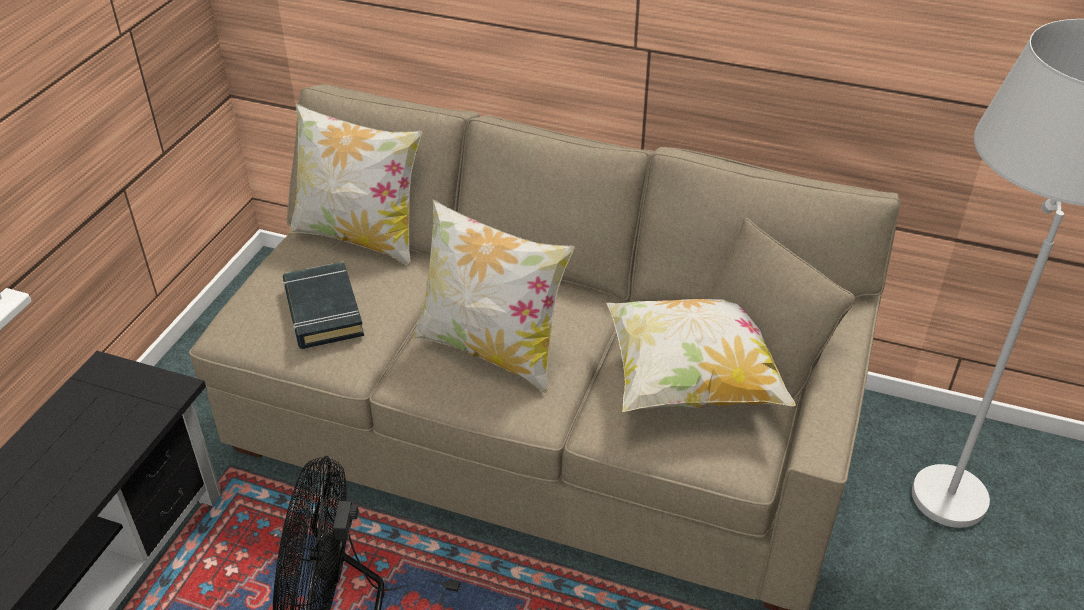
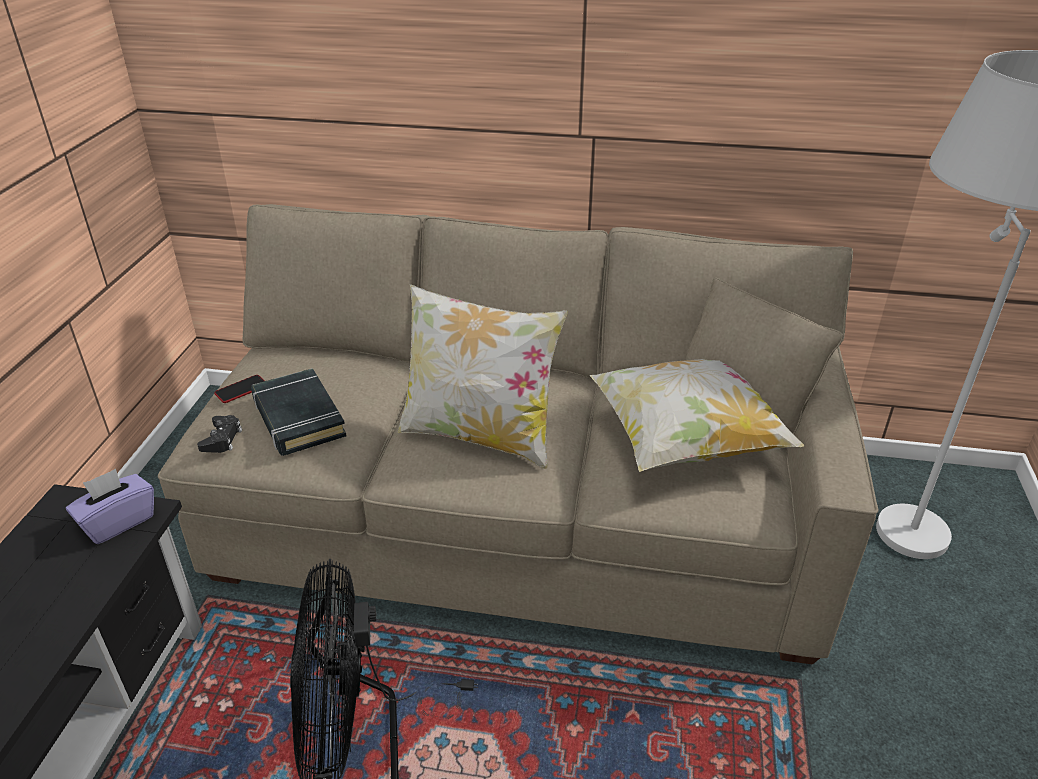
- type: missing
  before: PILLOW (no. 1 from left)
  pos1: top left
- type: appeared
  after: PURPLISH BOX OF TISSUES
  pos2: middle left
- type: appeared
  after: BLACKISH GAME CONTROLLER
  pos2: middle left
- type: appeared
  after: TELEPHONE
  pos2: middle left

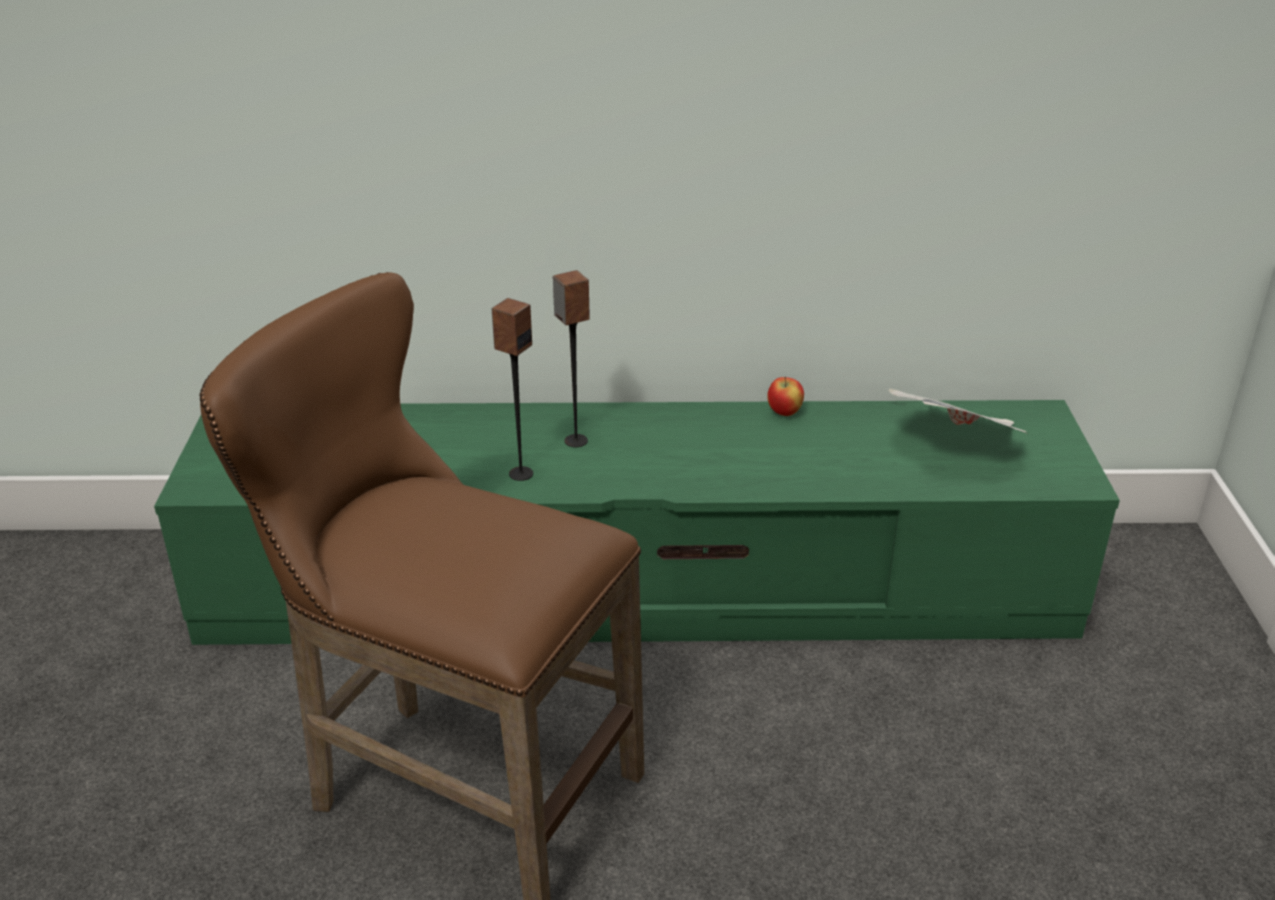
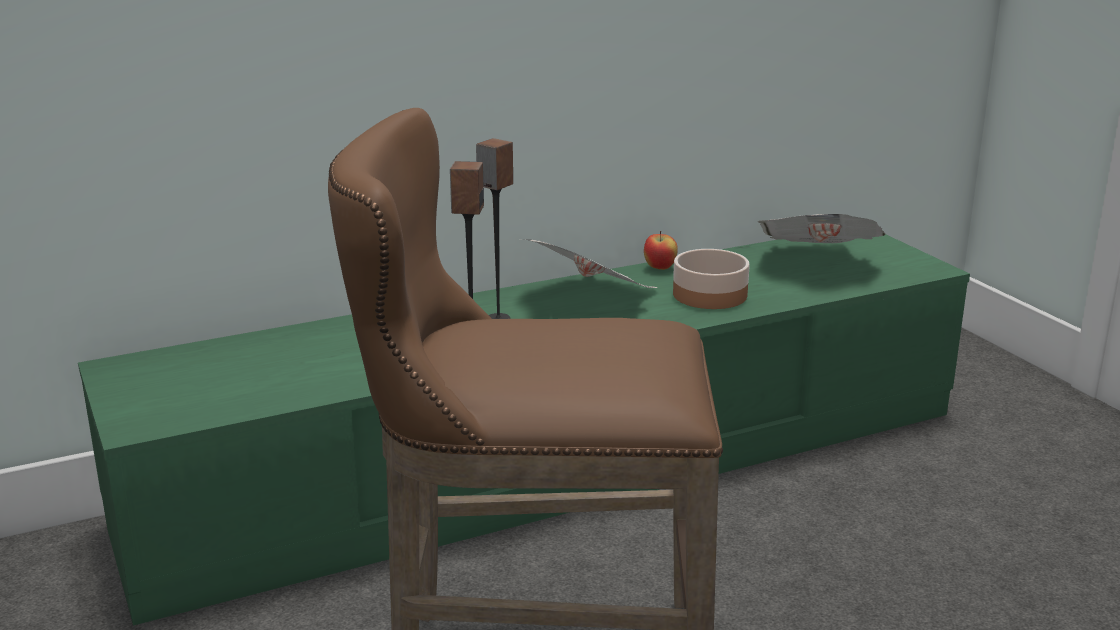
- type: appeared
  after: PRINTED PAPER (no. 1 from left)
  pos2: centre
- type: appeared
  after: SERVING BOWL
  pos2: centre

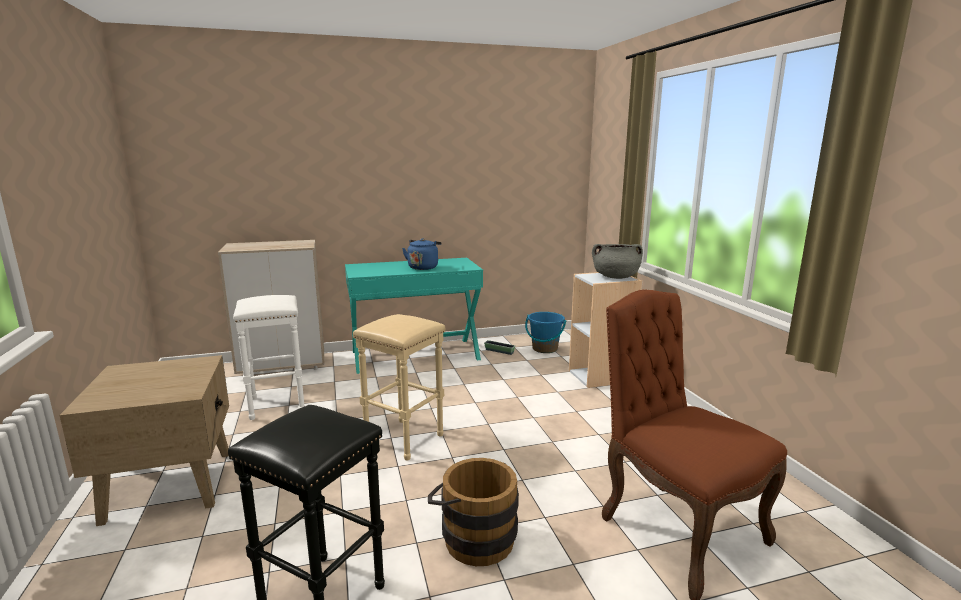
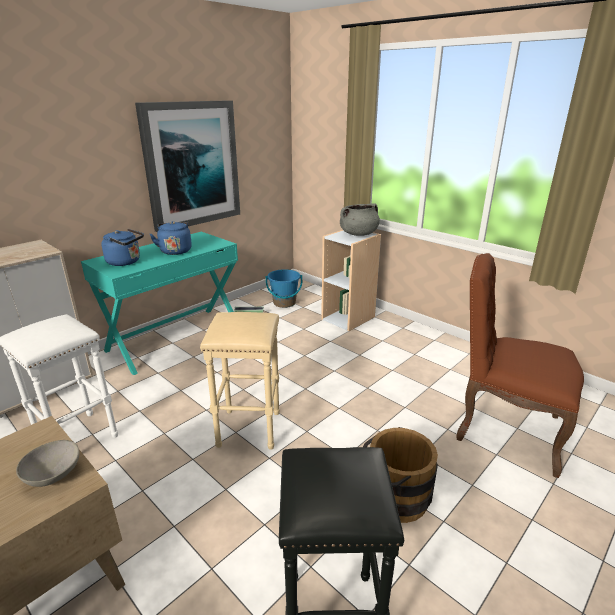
- type: appeared
  after: GREY SERVING BOWL
  pos2: bottom left
- type: appeared
  after: BLUISH TEA KETTLE (no. 1 from left)
  pos2: middle left
- type: appeared
  after: PICTURE
  pos2: top left

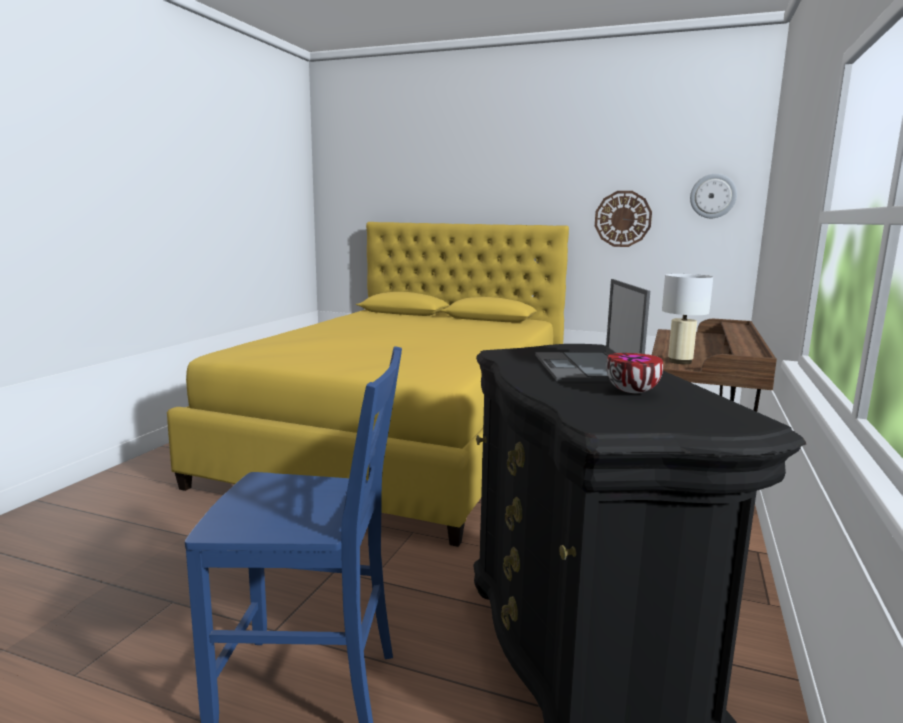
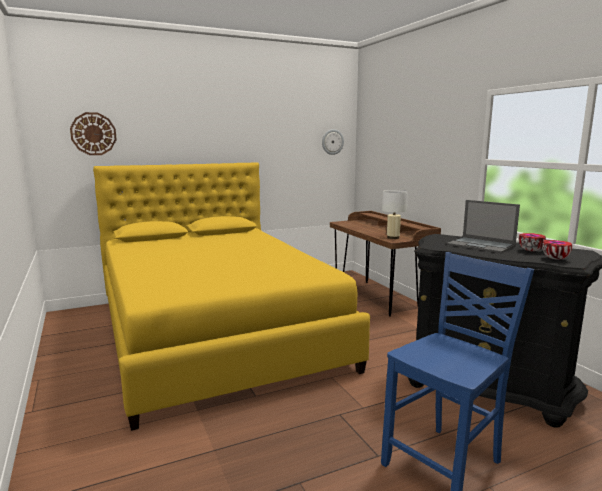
- type: relocated
  before: HANGING CLOCK (no. 1 from left)
  pos1: top right
  pos2: top left
- type: appeared
  after: SERVING BOWL (no. 2 from left)
  pos2: middle right

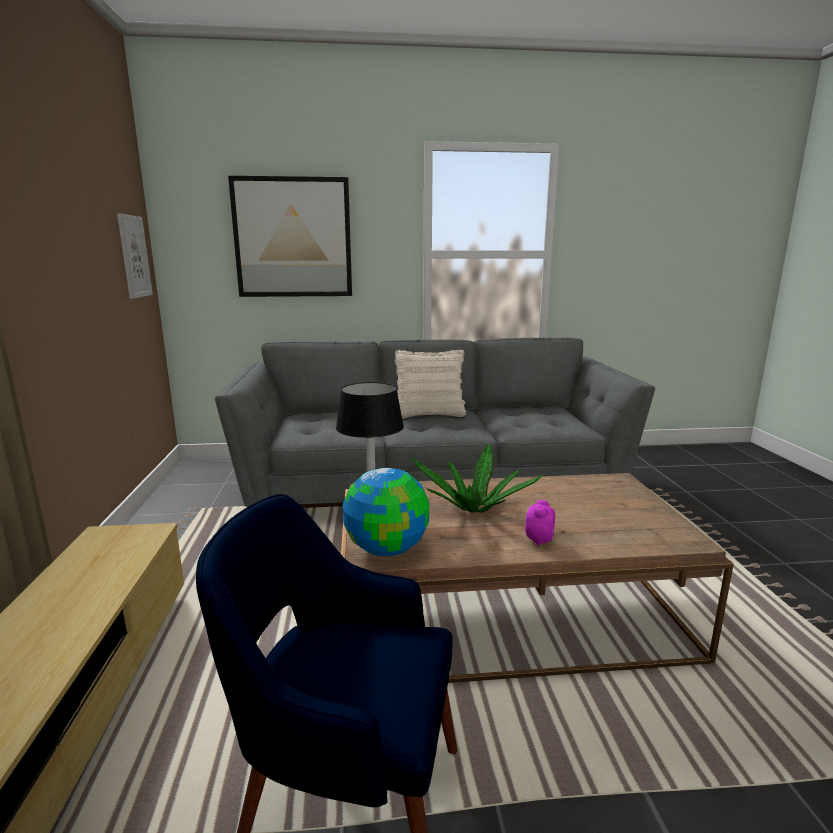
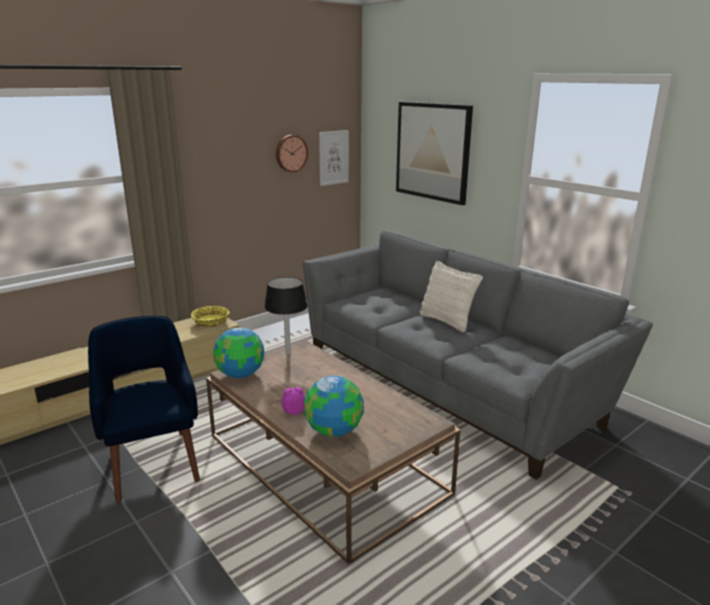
- type: missing
  before: HOUSEPLANT
  pos1: centre
- type: appeared
  after: YELLOWISH SERVING BOWL
  pos2: middle left
- type: appeared
  after: HANGING CLOCK
  pos2: top centre
- type: appeared
  after: WORLD GLOBE (no. 2 from left)
  pos2: bottom centre

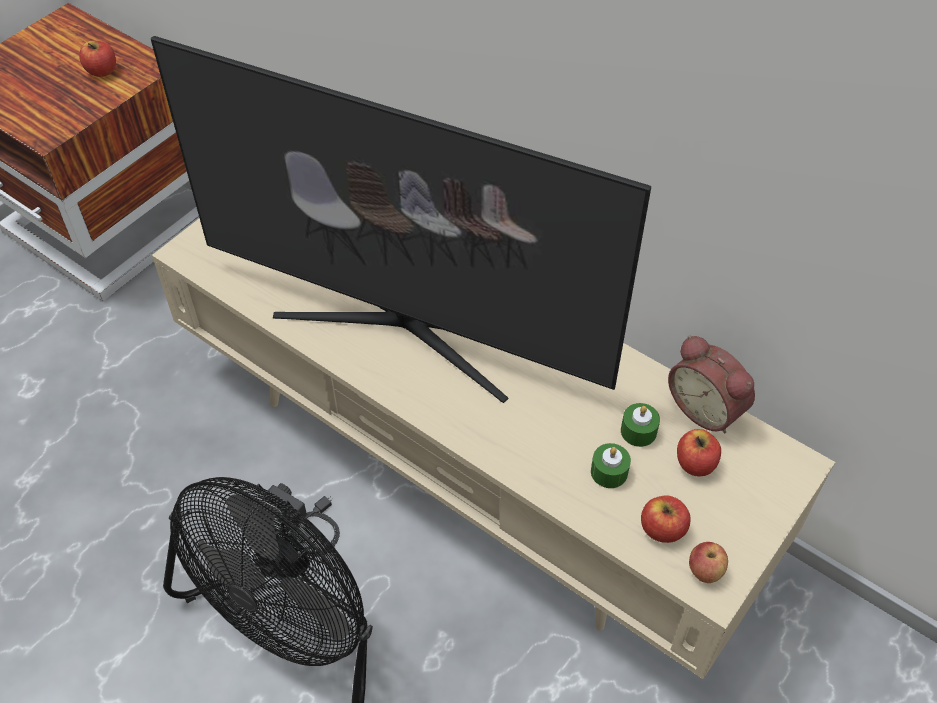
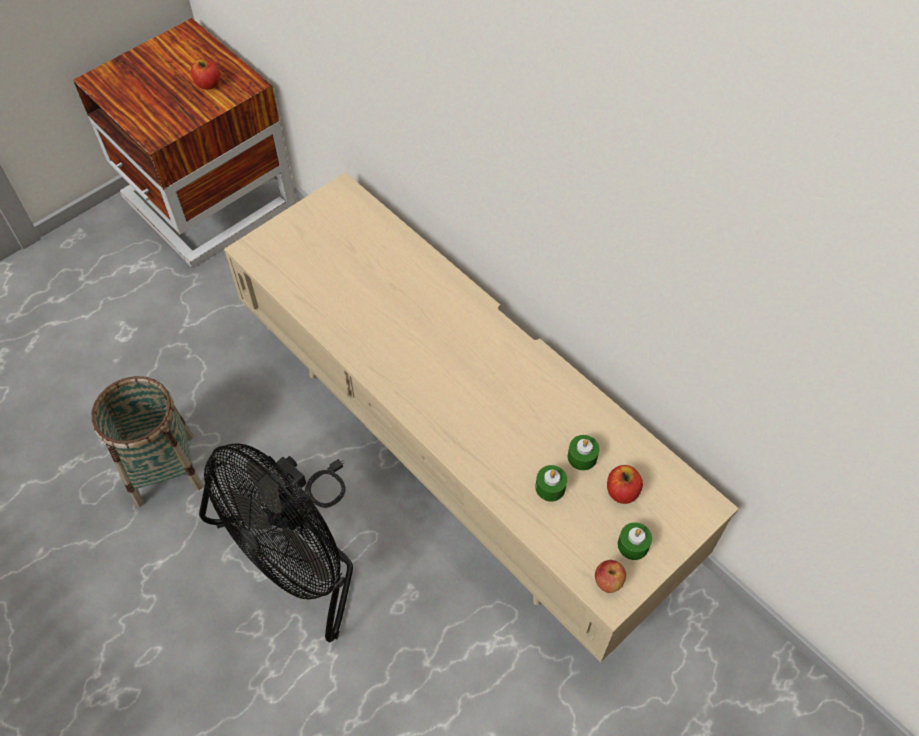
- type: missing
  before: TV
  pos1: top centre
- type: missing
  before: APPLE (no. 2 from left)
  pos1: bottom right
- type: missing
  before: ALARM CLOCK
  pos1: middle right
- type: appeared
  after: HOUSEHOLD BASKET
  pos2: middle left
- type: appeared
  after: GREENISH WAX LIGHT (no. 3 from left)
  pos2: bottom right

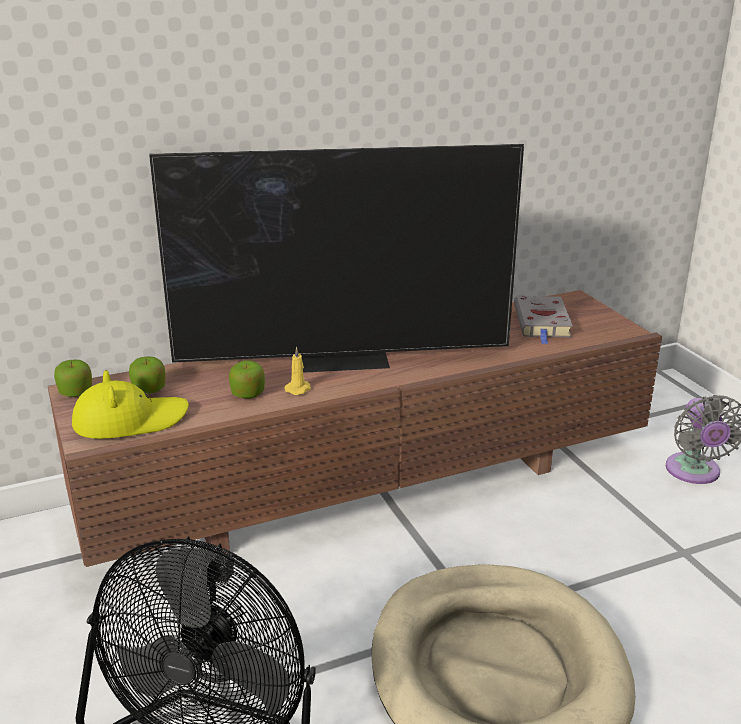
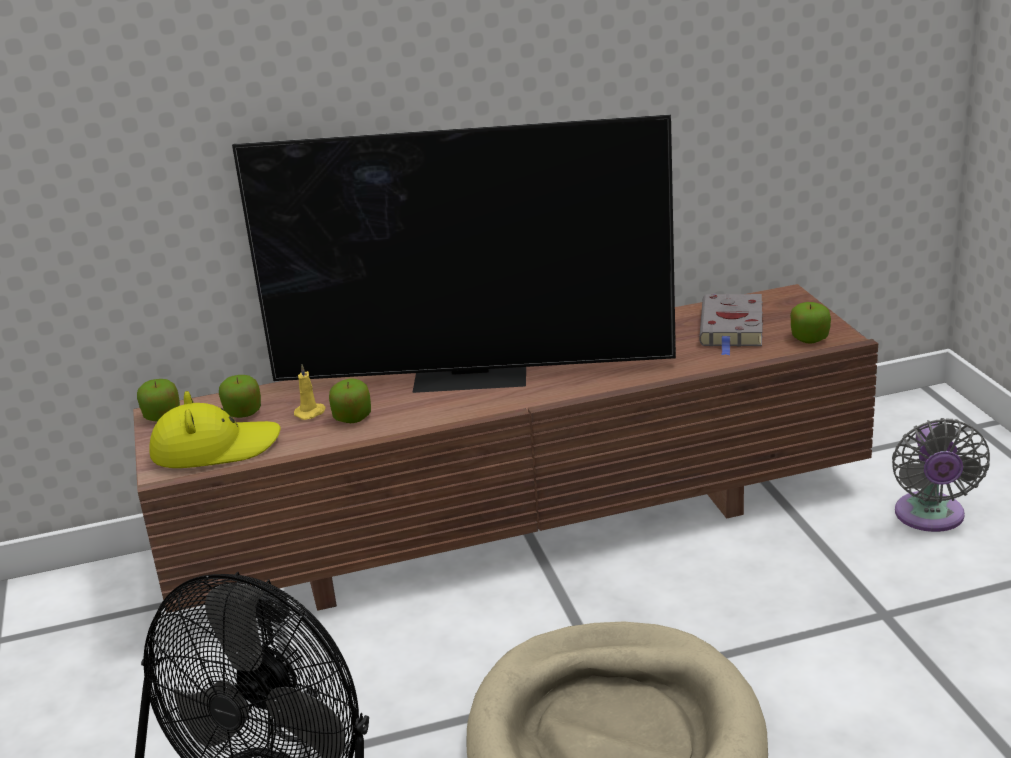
- type: relocated
  before: YELLOWISH WAX LIGHT
  pos1: centre
  pos2: middle left
- type: appeared
  after: APPLE (no. 4 from left)
  pos2: middle right

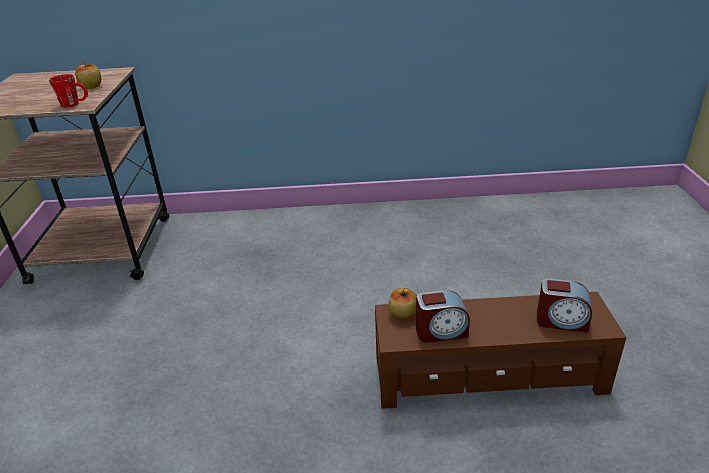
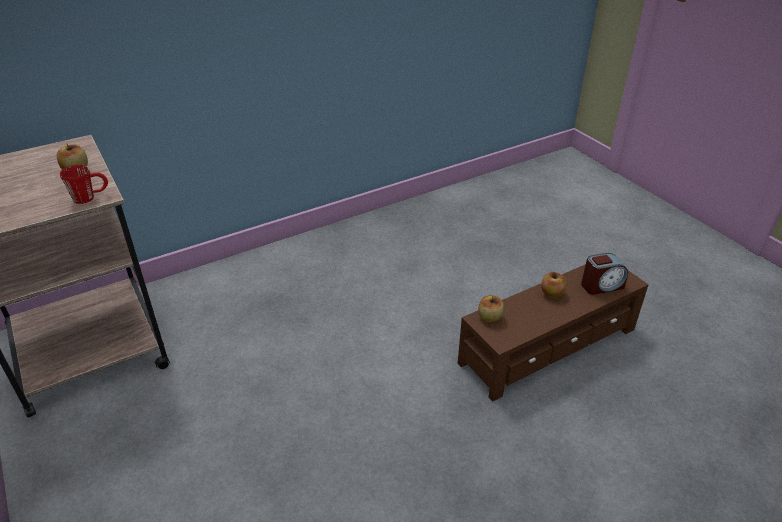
- type: missing
  before: ALARM CLOCK (no. 1 from left)
  pos1: bottom centre
- type: appeared
  after: APPLE (no. 3 from left)
  pos2: middle right

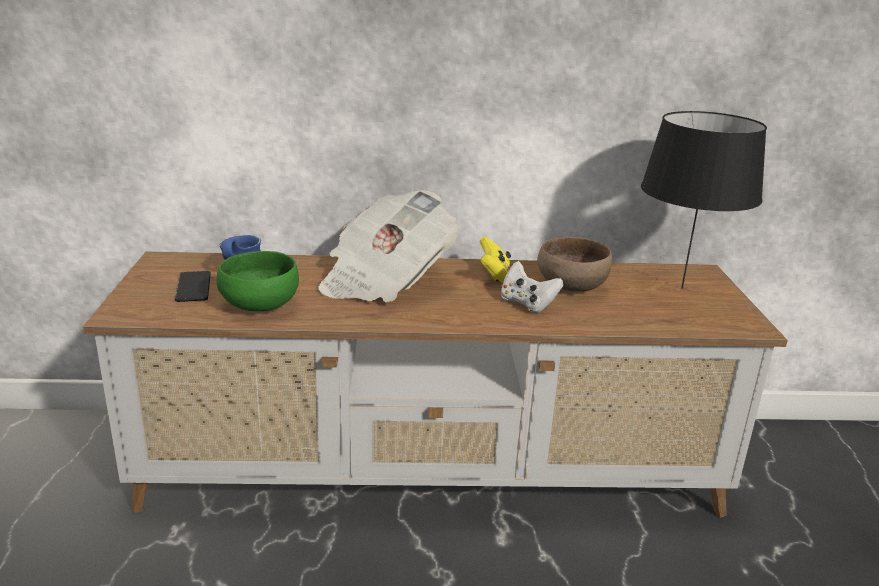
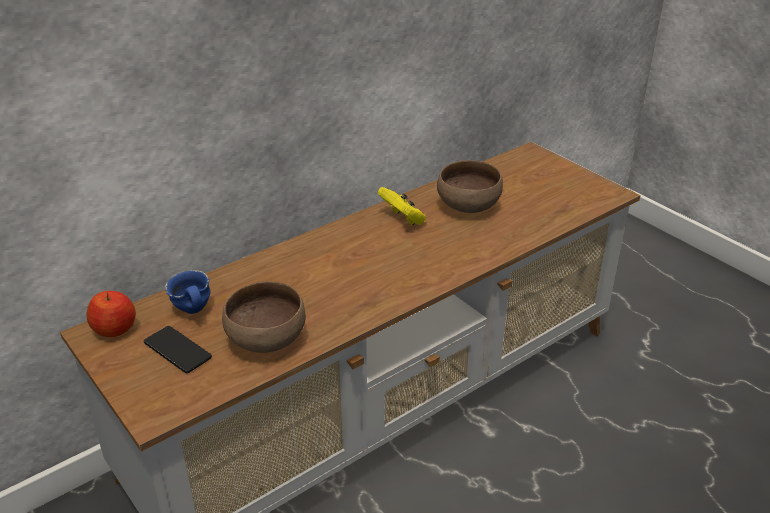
- type: colour
  before: GREENISH SERVING BOWL
  after: BROWN SERVING BOWL (no. 1 from left)
  pos1: middle left
  pos2: centre
- type: missing
  before: PRINTED PAPER
  pos1: centre
- type: missing
  before: WHITE GAME CONTROLLER
  pos1: centre
- type: missing
  before: BLACKISH LAMP FOR A TABLE
  pos1: middle right
- type: appeared
  after: APPLE
  pos2: middle left

